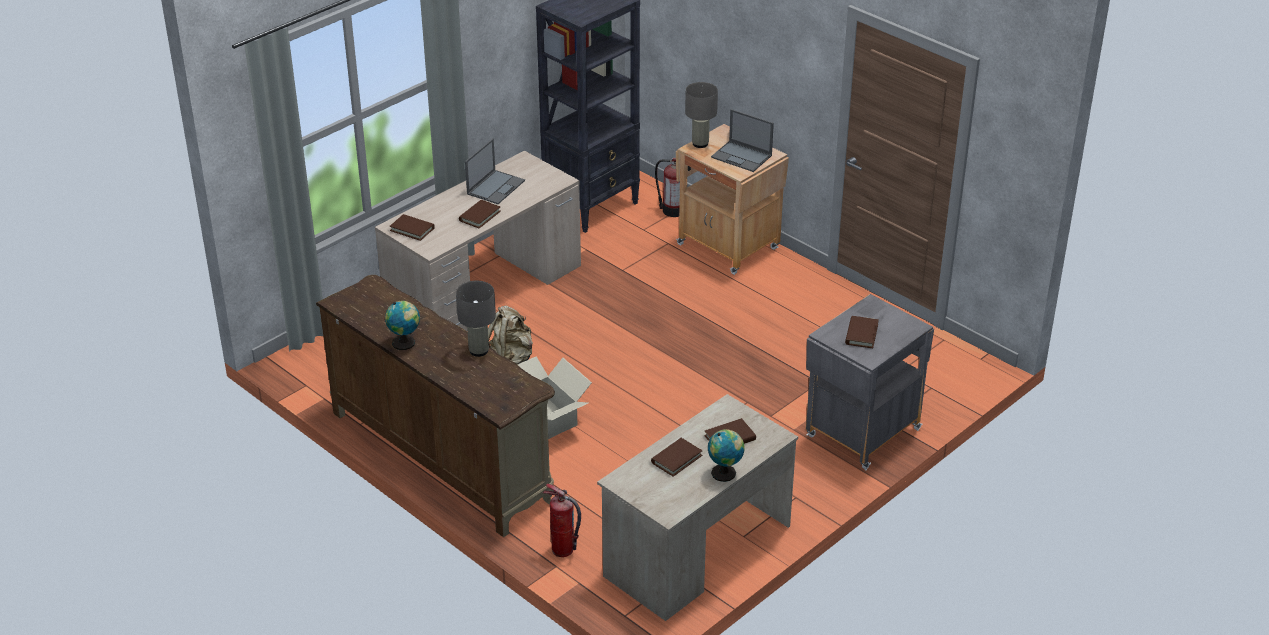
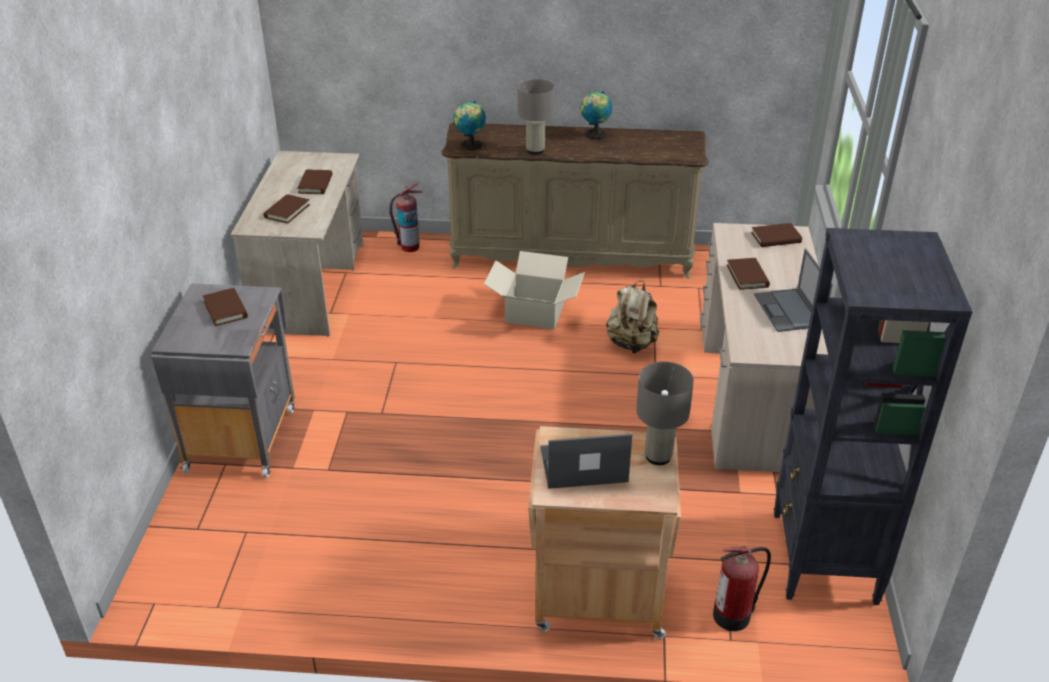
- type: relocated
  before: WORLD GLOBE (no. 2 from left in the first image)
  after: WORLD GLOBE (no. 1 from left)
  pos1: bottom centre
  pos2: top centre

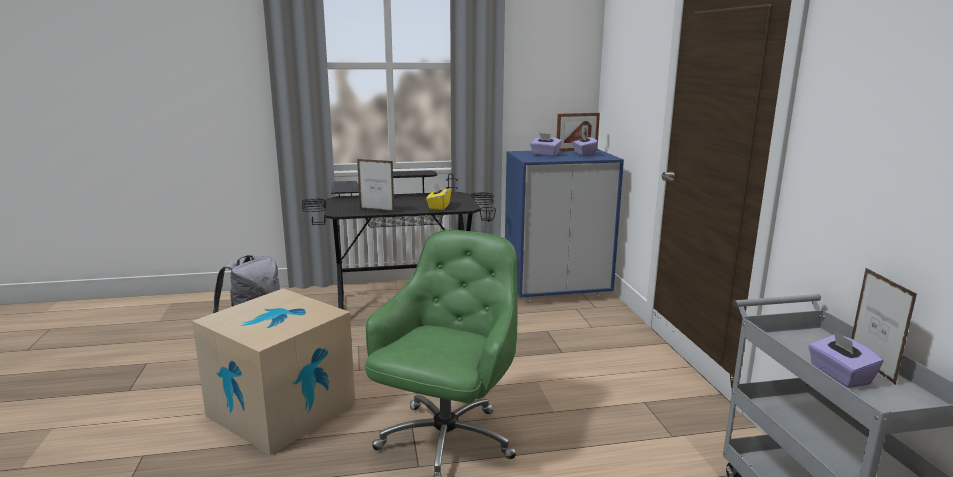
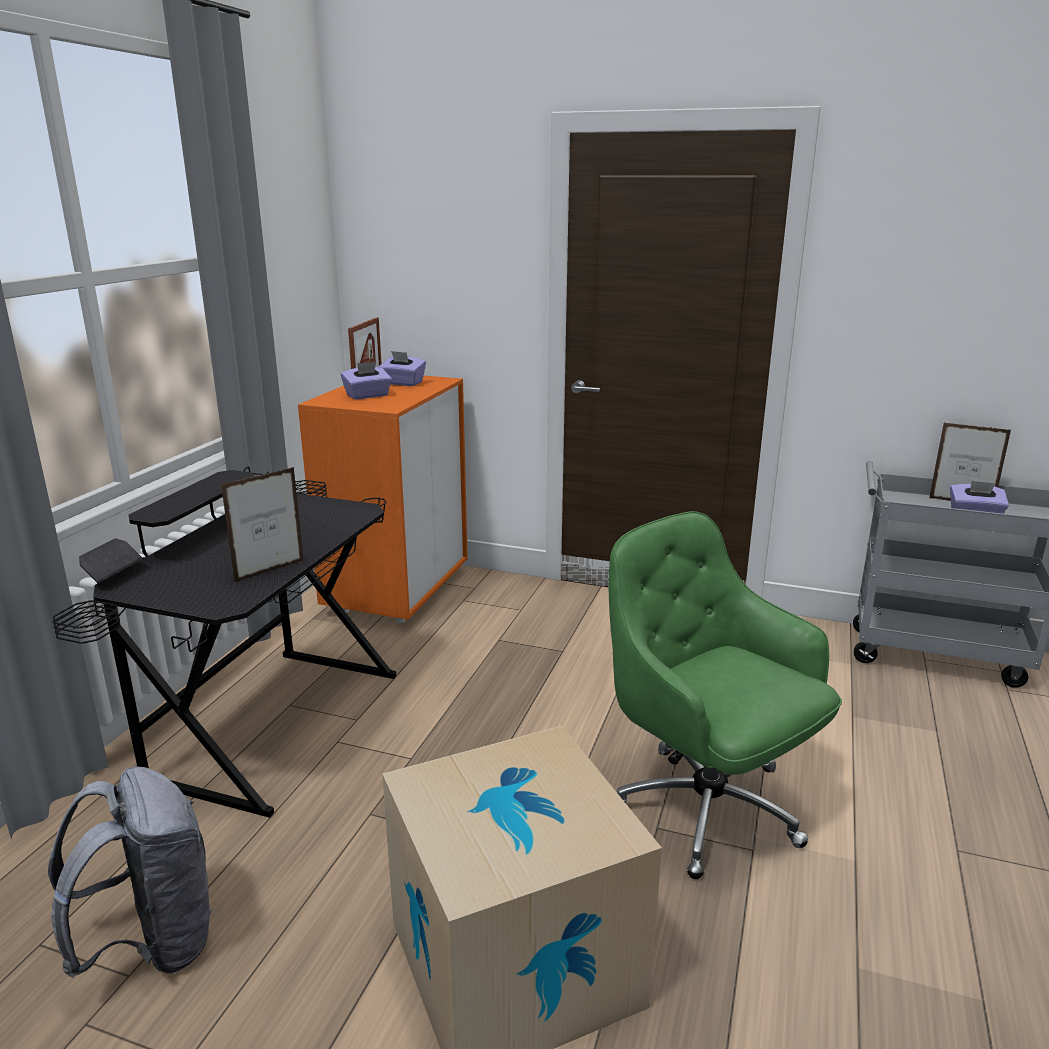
- type: missing
  before: YELLOWISH BOX OF TISSUES
  pos1: centre
- type: colour
  before: BLUISH CABINET
  after: ORANGE-COLOURED CABINET
  pos1: centre
  pos2: centre

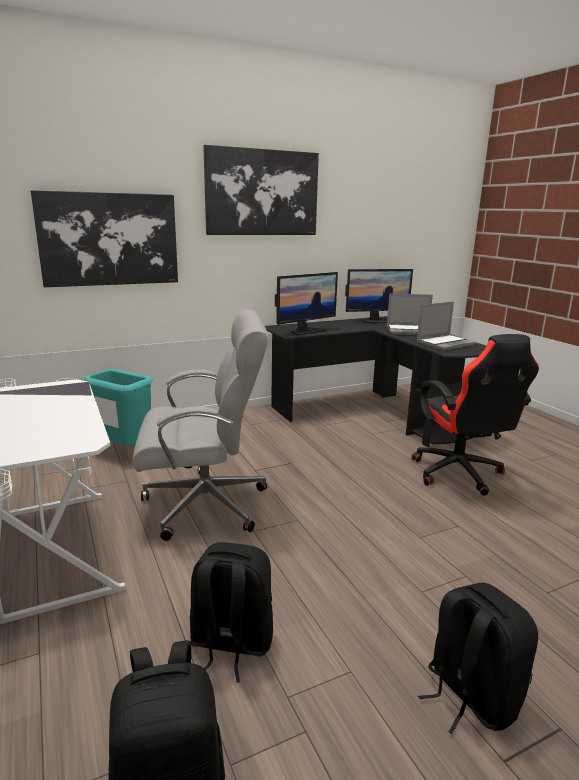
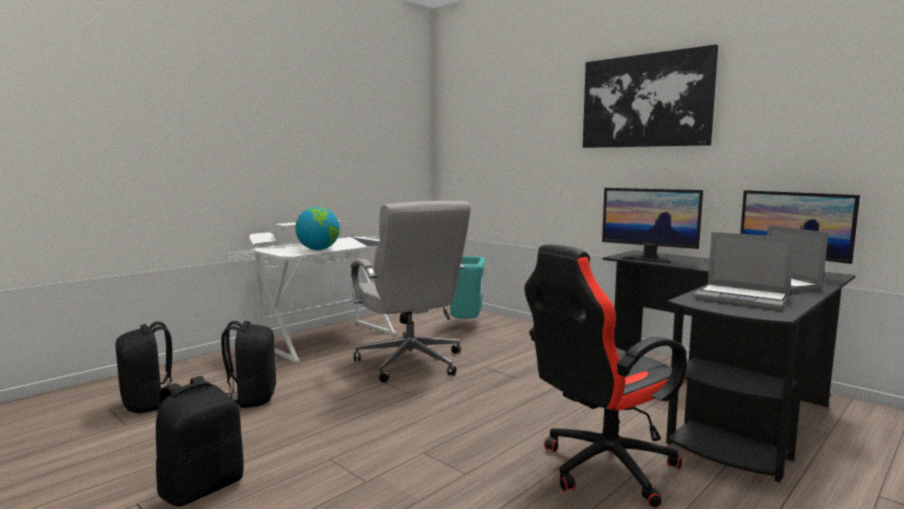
- type: missing
  before: PICTURE (no. 1 from left)
  pos1: top left
- type: appeared
  after: WORLD GLOBE
  pos2: centre

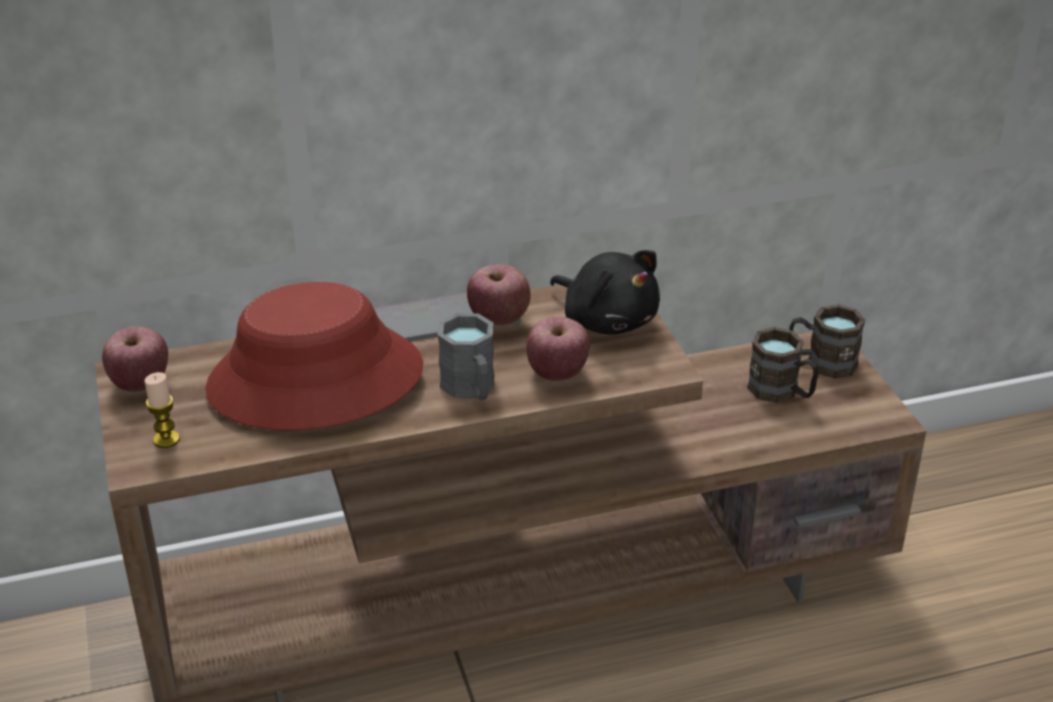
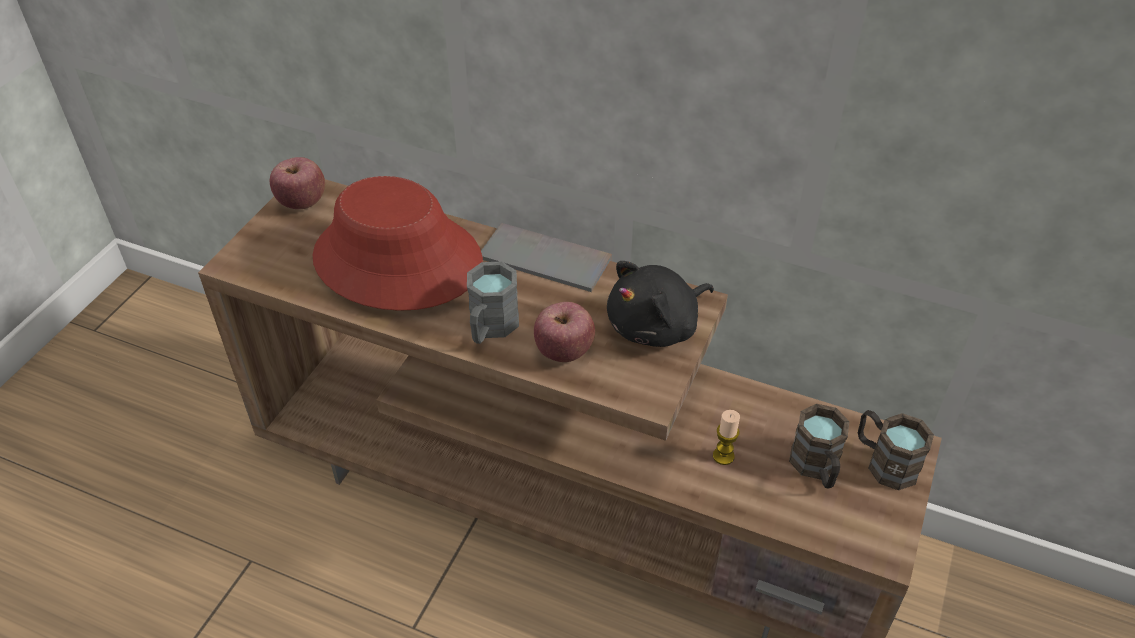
- type: relocated
  before: WAX LIGHT
  pos1: middle left
  pos2: bottom centre
- type: missing
  before: APPLE (no. 2 from left)
  pos1: centre
- type: spun
  before: BLACKISH PLUSH TOY
  pos1: centre
  pos2: centre
  turn: 60

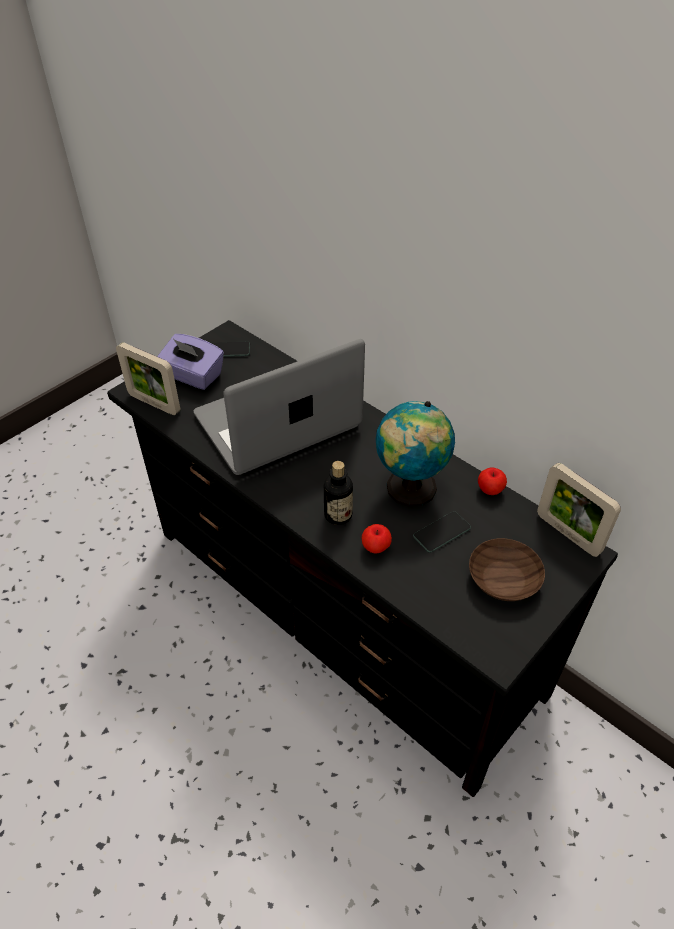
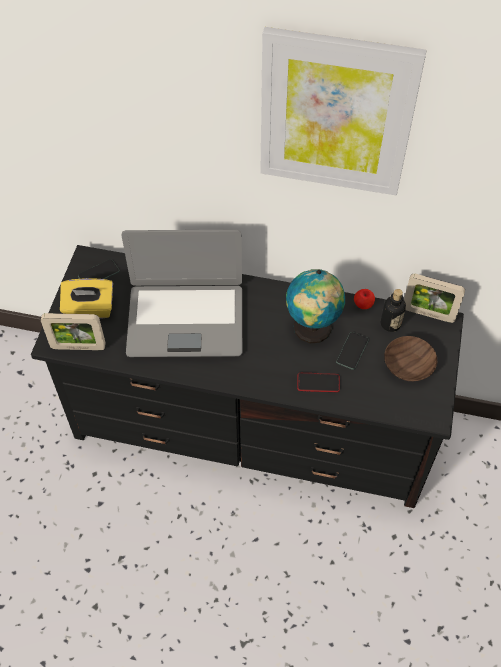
- type: colour
  before: PURPLISH BOX OF TISSUES
  after: YELLOWISH BOX OF TISSUES
  pos1: middle left
  pos2: middle left
- type: spun
  before: PORTABLE COMPUTER
  pos1: centre
  pos2: centre
  turn: -120
- type: relocated
  before: BEVERAGE BOTTLE
  pos1: centre
  pos2: middle right
- type: exchanged
  before: APPLE (no. 1 from left)
  after: TELEPHONE (no. 2 from left)
  pos1: centre
  pos2: centre
- type: appeared
  after: PICTURE
  pos2: top right

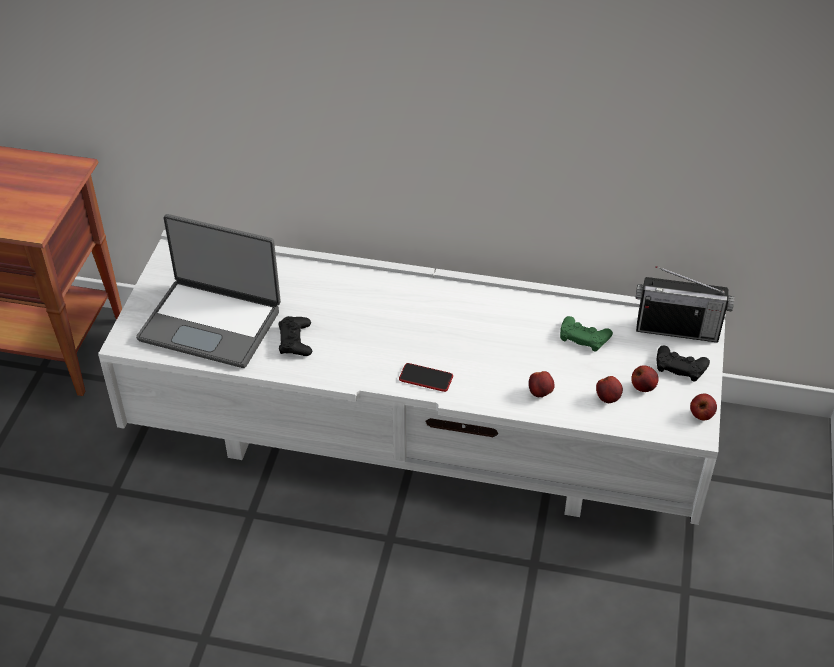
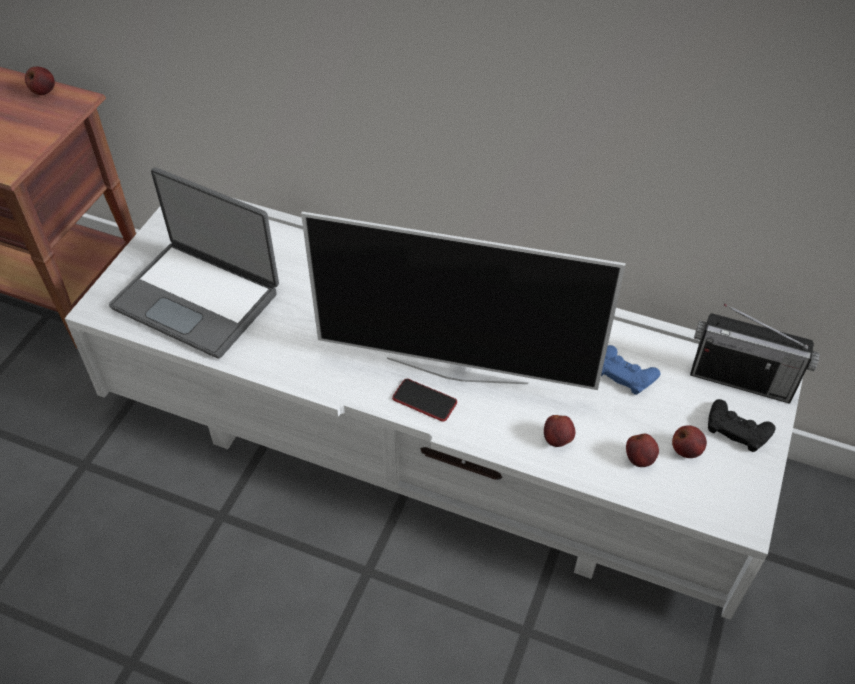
- type: missing
  before: BLACKISH GAME CONTROLLER (no. 1 from left)
  pos1: centre
- type: colour
  before: GREENISH GAME CONTROLLER
  after: BLUISH GAME CONTROLLER
  pos1: middle right
  pos2: middle right
- type: relocated
  before: APPLE (no. 4 from left in the first image)
  after: APPLE (no. 1 from left)
  pos1: middle right
  pos2: top left
- type: appeared
  after: TV
  pos2: centre

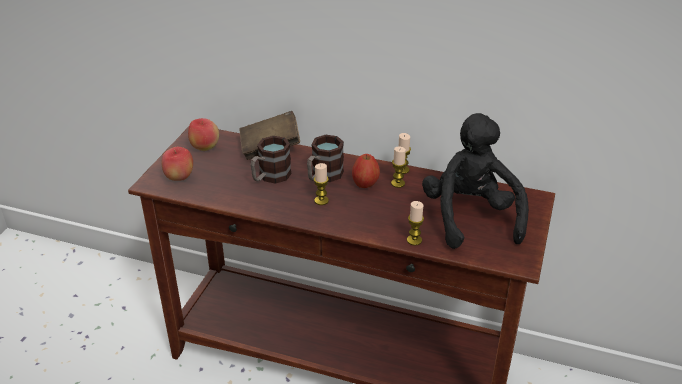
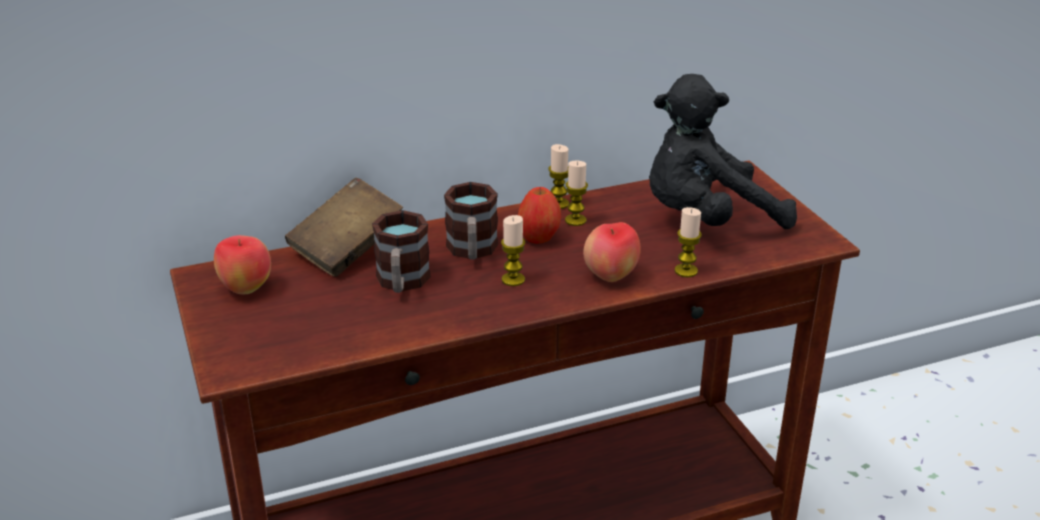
- type: relocated
  before: APPLE (no. 1 from left in the first image)
  after: APPLE (no. 3 from left)
  pos1: middle left
  pos2: centre
- type: spun
  before: BLACKISH PLUSH TOY
  pos1: middle right
  pos2: top right
  turn: -60

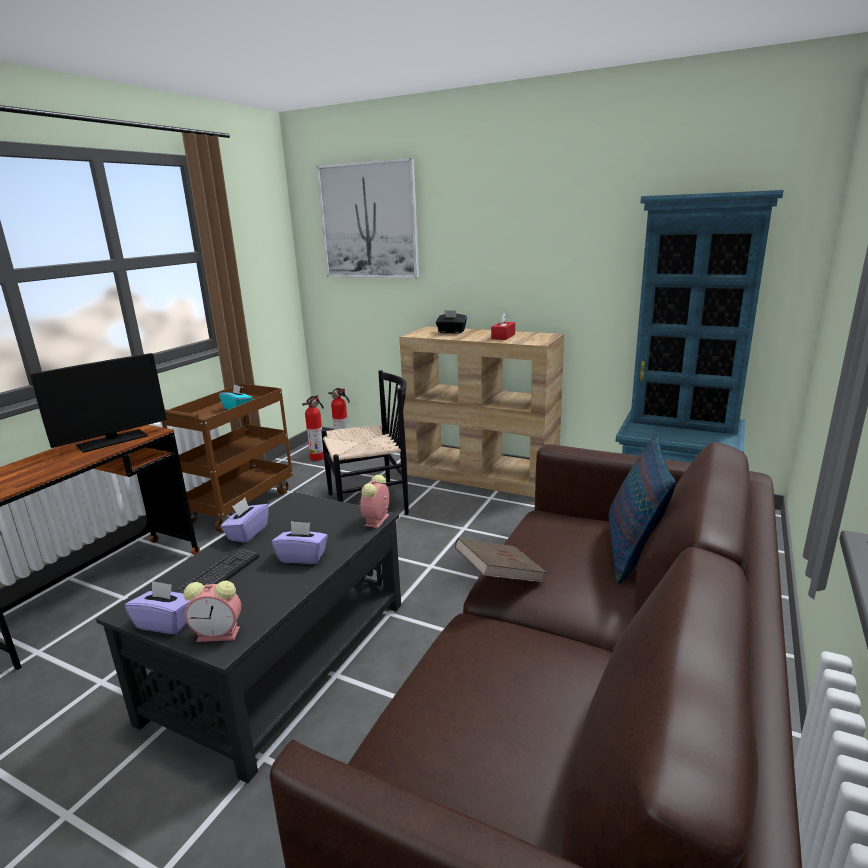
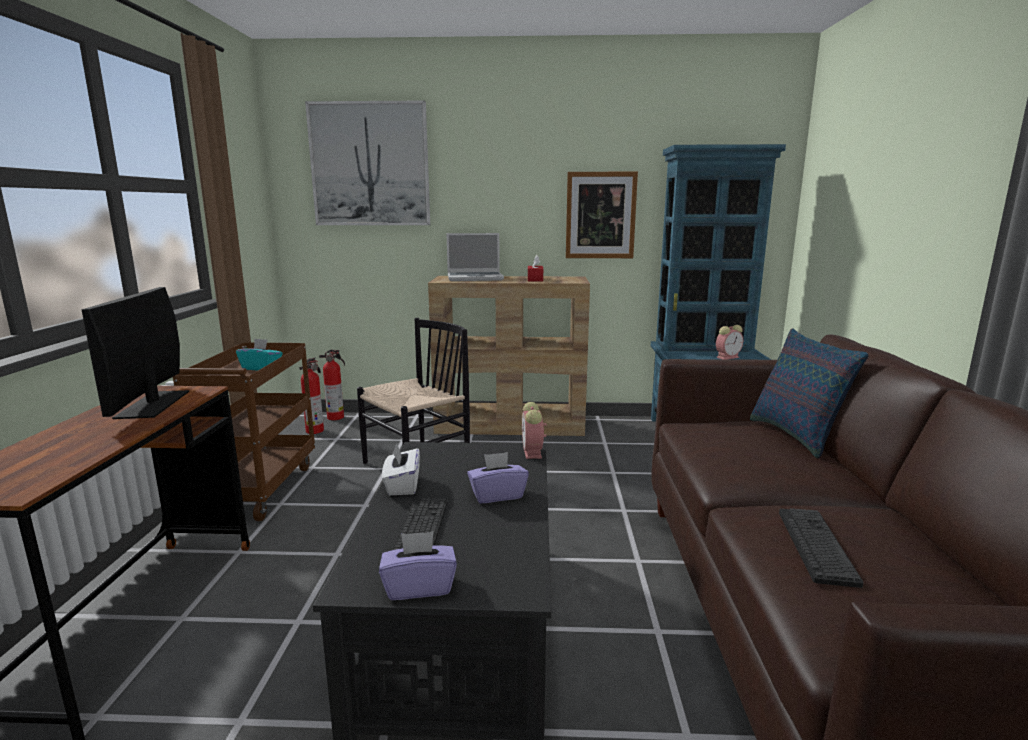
- type: spun
  before: COMPUTER SCREEN
  pos1: middle left
  pos2: middle left
  turn: 150
- type: relocated
  before: ALARM CLOCK (no. 1 from left in the first image)
  after: ALARM CLOCK (no. 2 from left)
  pos1: bottom left
  pos2: middle right
- type: colour
  before: PURPLISH BOX OF TISSUES (no. 2 from left)
  after: WHITE BOX OF TISSUES
  pos1: middle left
  pos2: centre
- type: exchanged
  before: BLACKISH BOX OF TISSUES
  after: PORTABLE COMPUTER
  pos1: centre
  pos2: centre
- type: missing
  before: BROWN VOLUME
  pos1: centre
- type: appeared
  after: PICTURE (no. 2 from left)
  pos2: top centre
- type: appeared
  after: PC KEYBOARD (no. 2 from left)
  pos2: bottom right

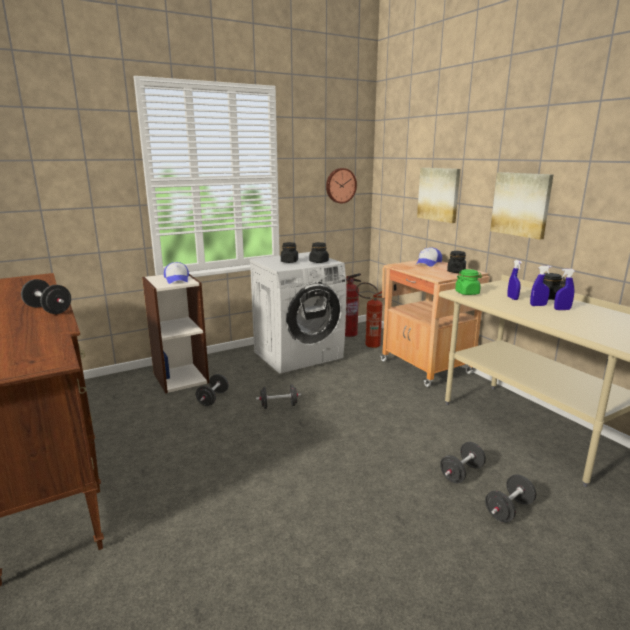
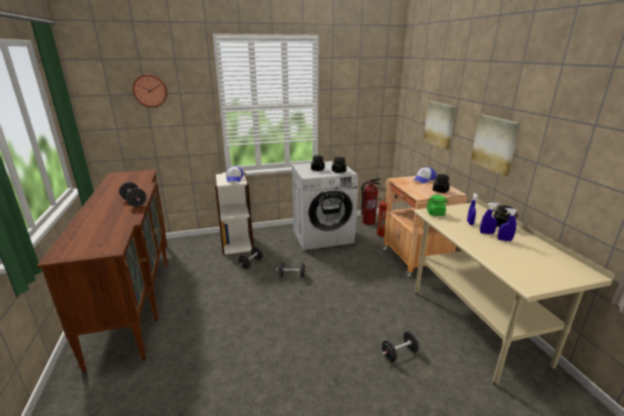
- type: relocated
  before: HANGING CLOCK
  pos1: top centre
  pos2: top left
- type: missing
  before: BLACKISH FREE WEIGHT (no. 5 from left)
  pos1: bottom right

